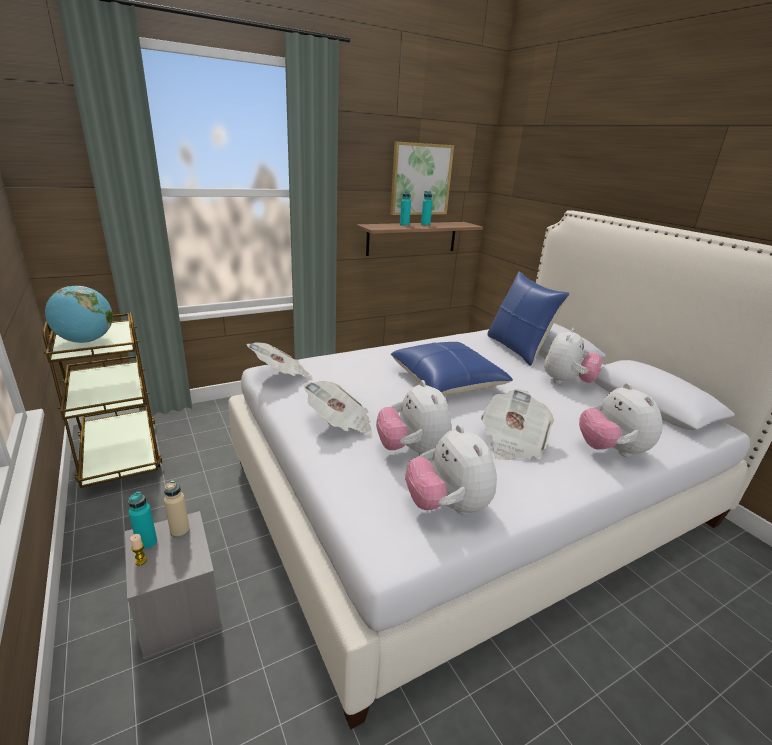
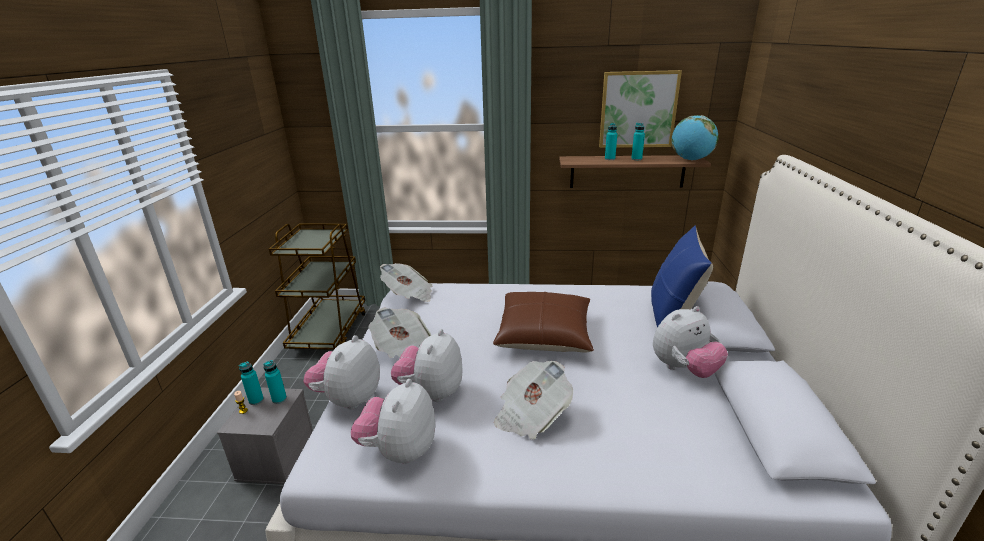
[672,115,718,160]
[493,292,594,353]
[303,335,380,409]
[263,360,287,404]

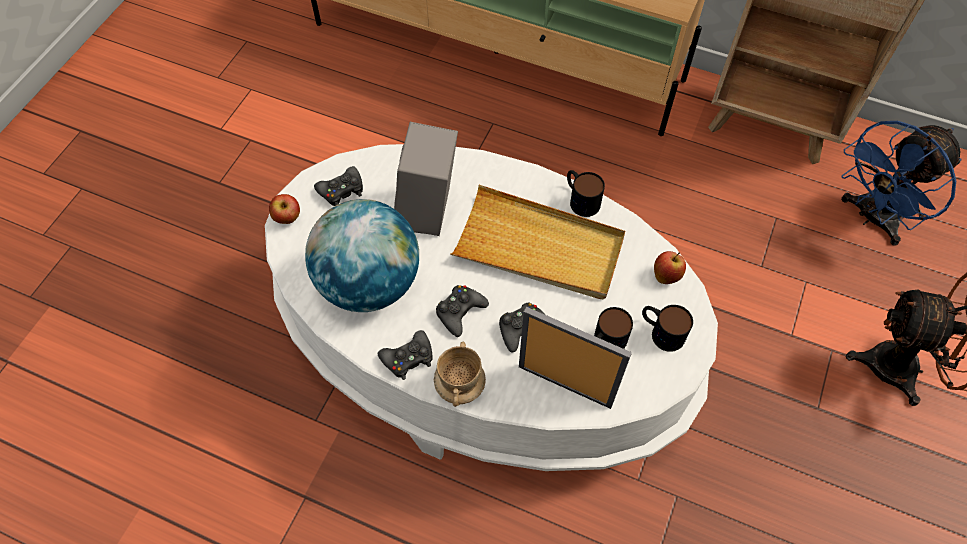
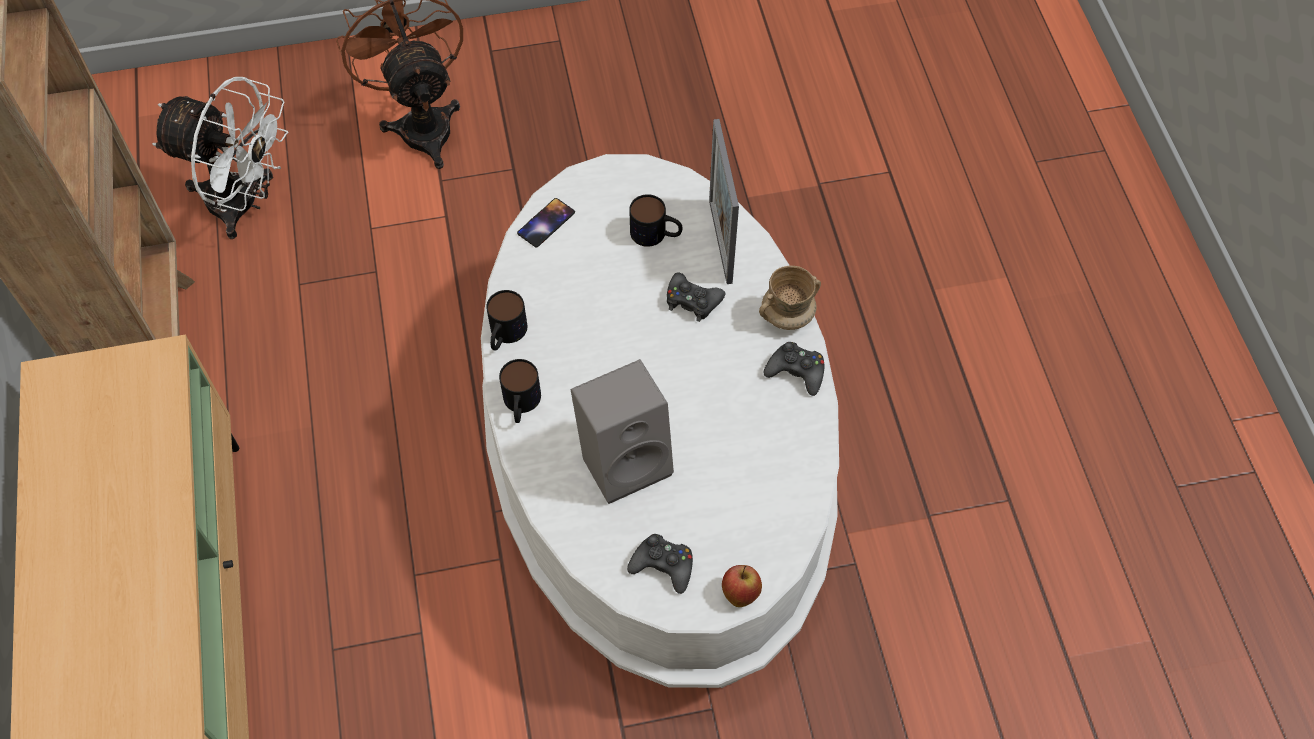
[152,77,289,239]
[450,185,625,299] (first image)
[305,199,419,312] (first image)
[517,198,575,248]
[436,285,489,337] (first image)
[499,359,541,423]

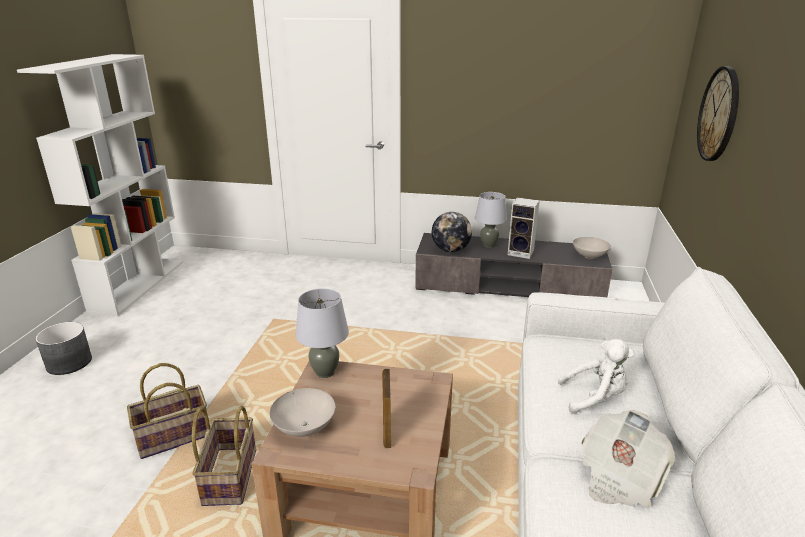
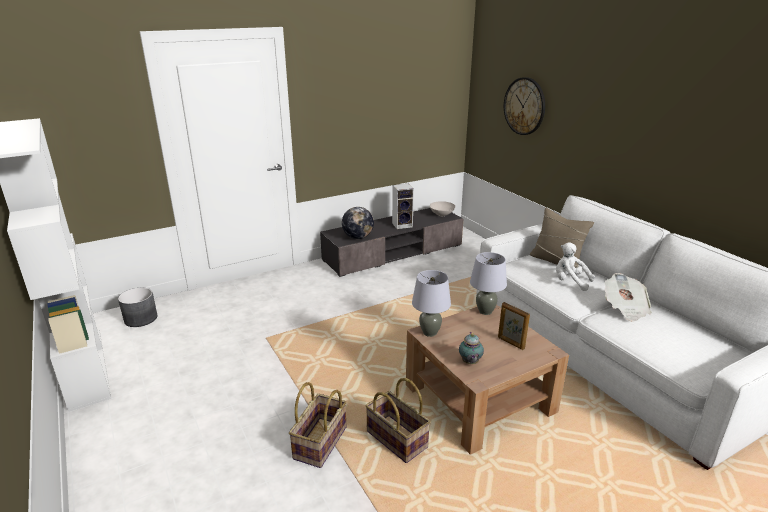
[470,252,507,315]
[118,288,158,327]
[556,242,595,291]
[459,332,484,364]
[530,208,594,268]

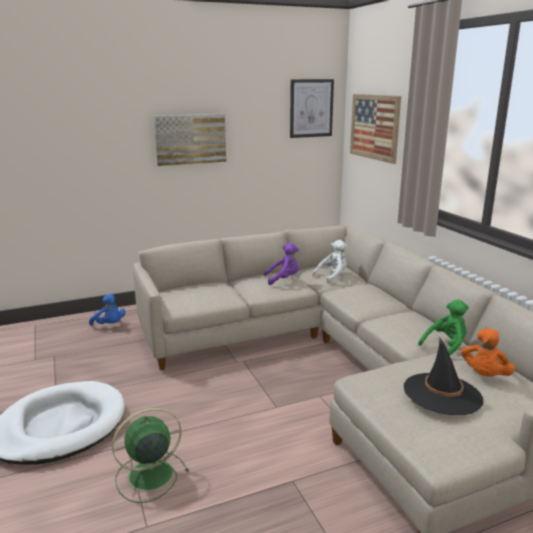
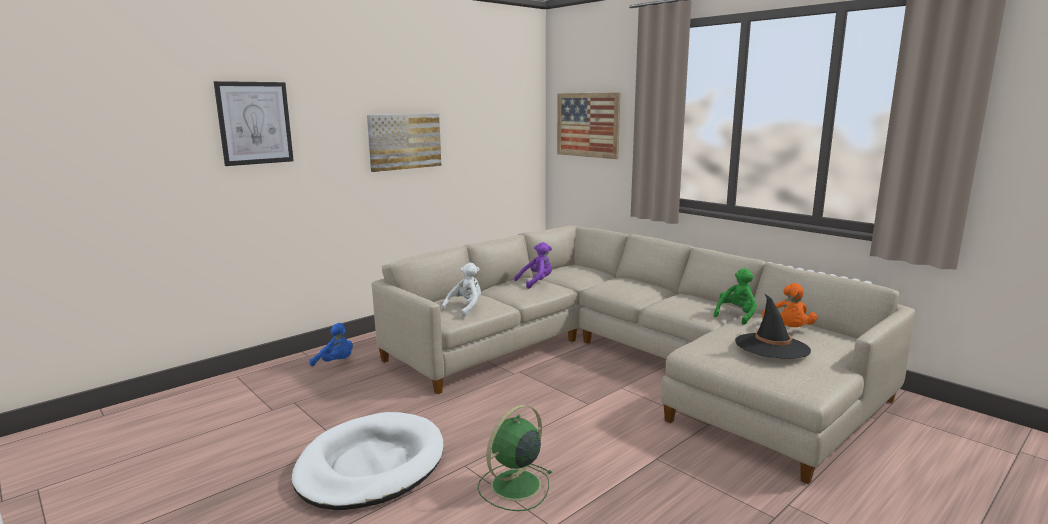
[214,81,294,166]
[441,263,481,317]

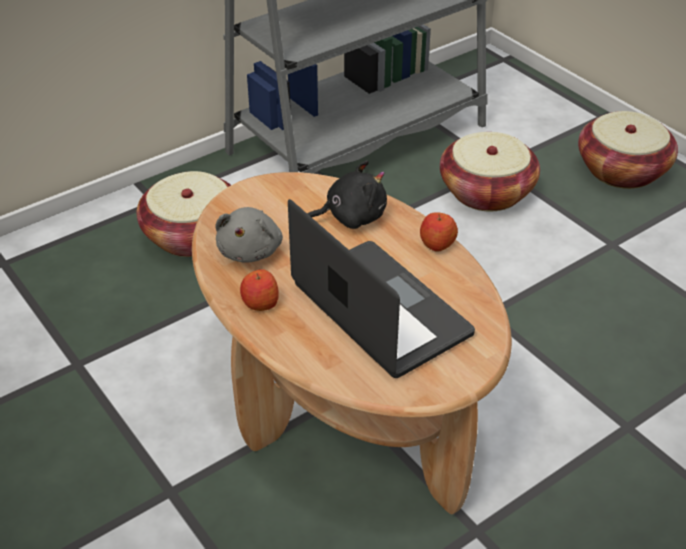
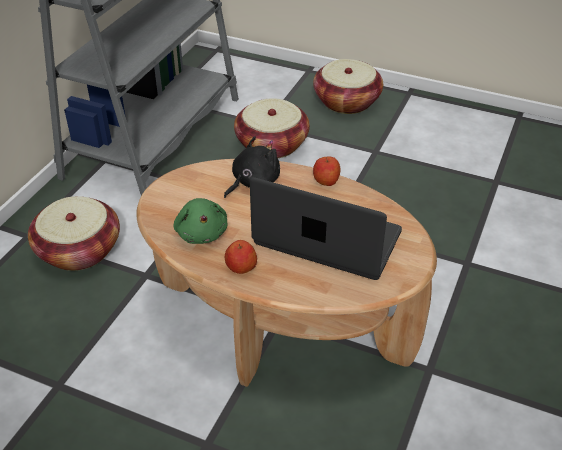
[173,198,227,244]

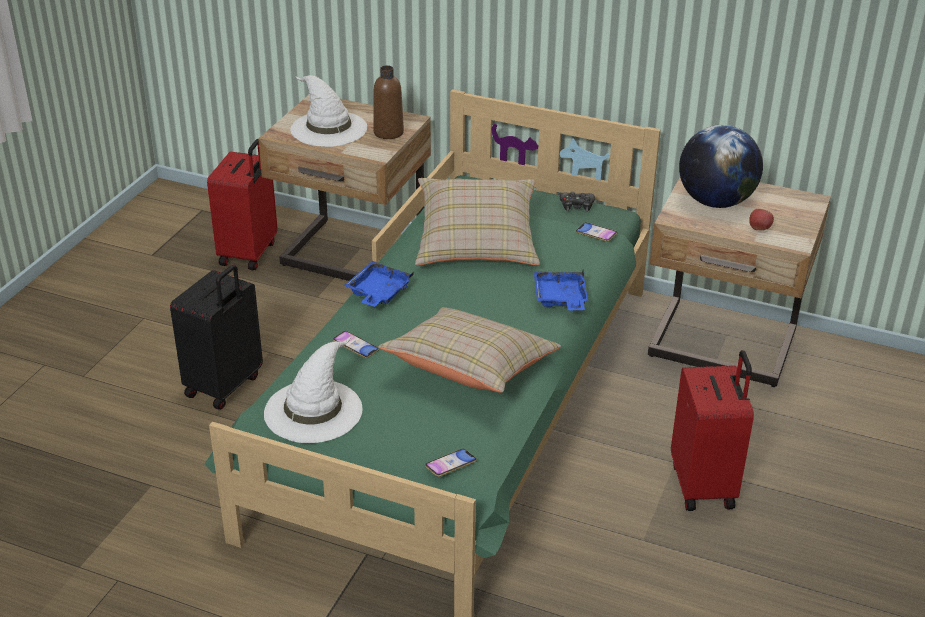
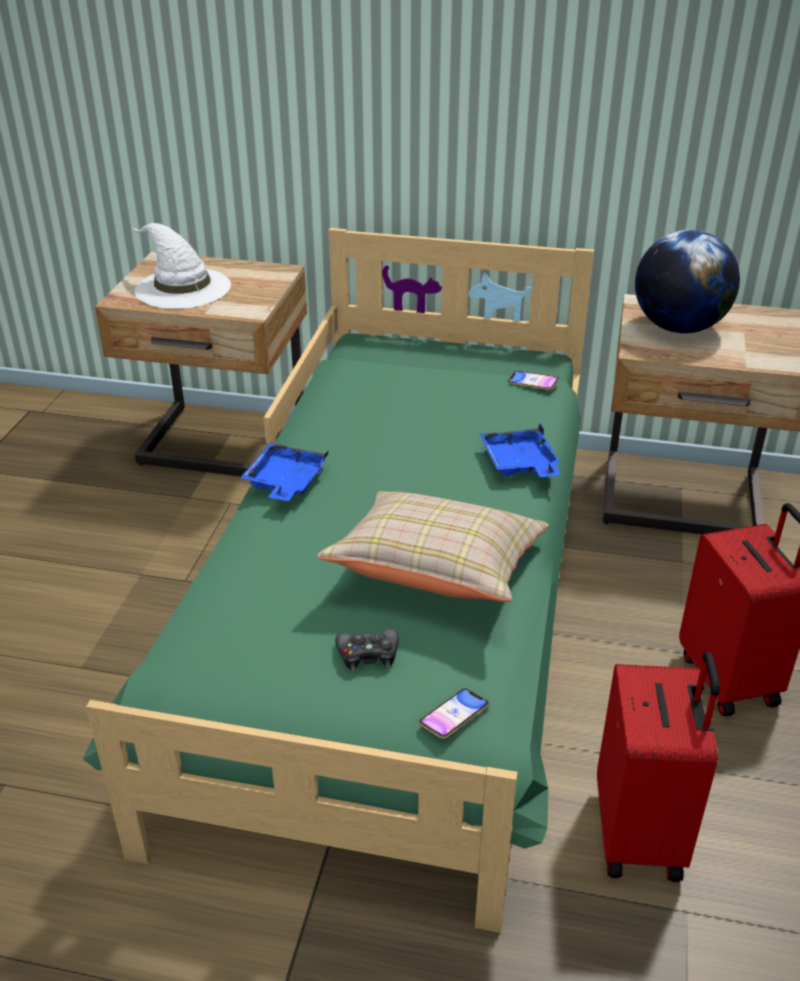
[373,65,404,139] (first image)
[597,652,720,882]
[415,178,540,266] (first image)
[335,629,399,672]
[749,209,774,230] (first image)
[170,265,263,410] (first image)
[333,331,379,358] (first image)
[264,337,363,443] (first image)

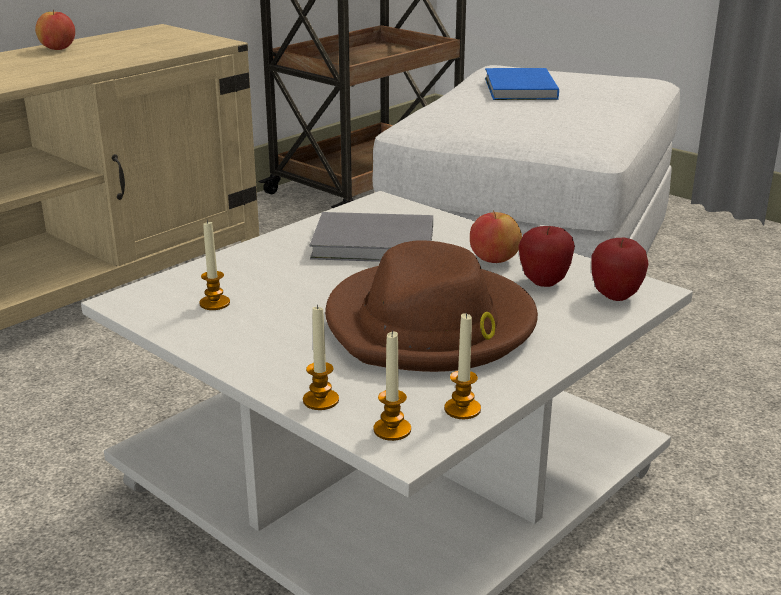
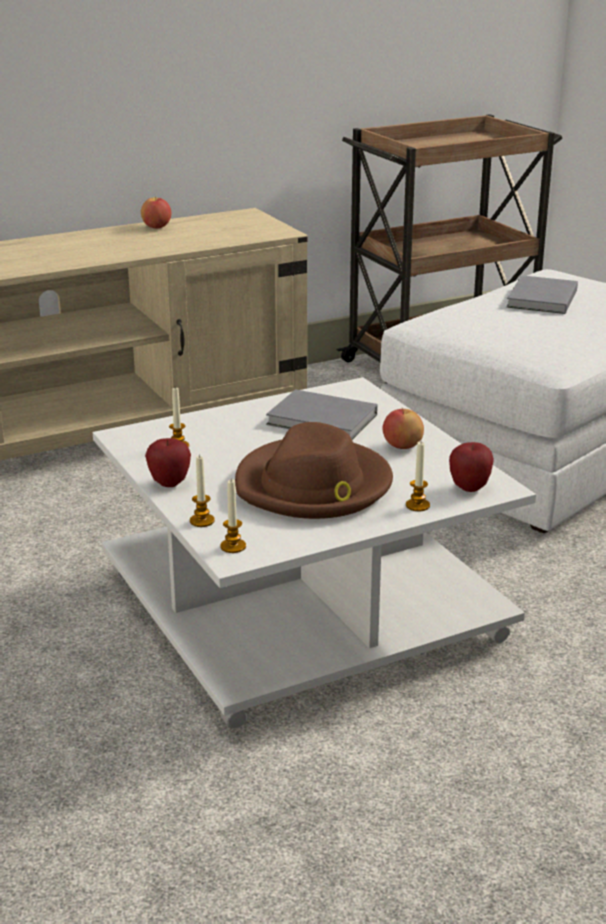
[506,275,578,314]
[145,438,191,487]
[406,441,430,511]

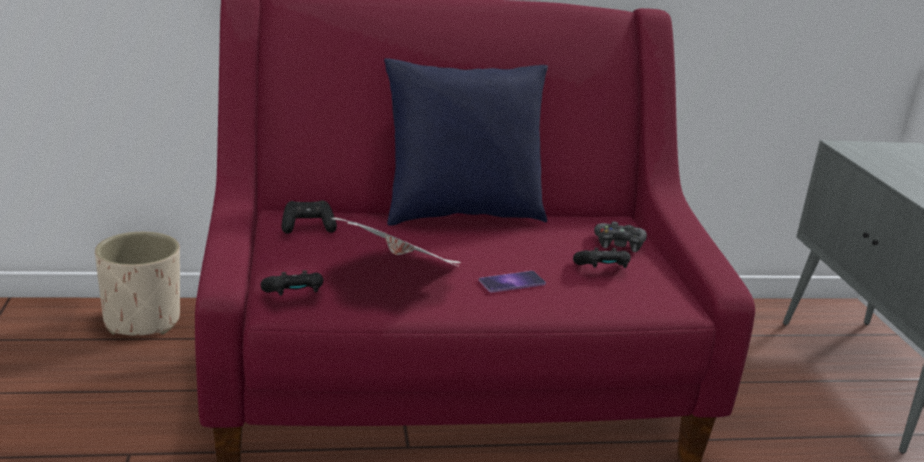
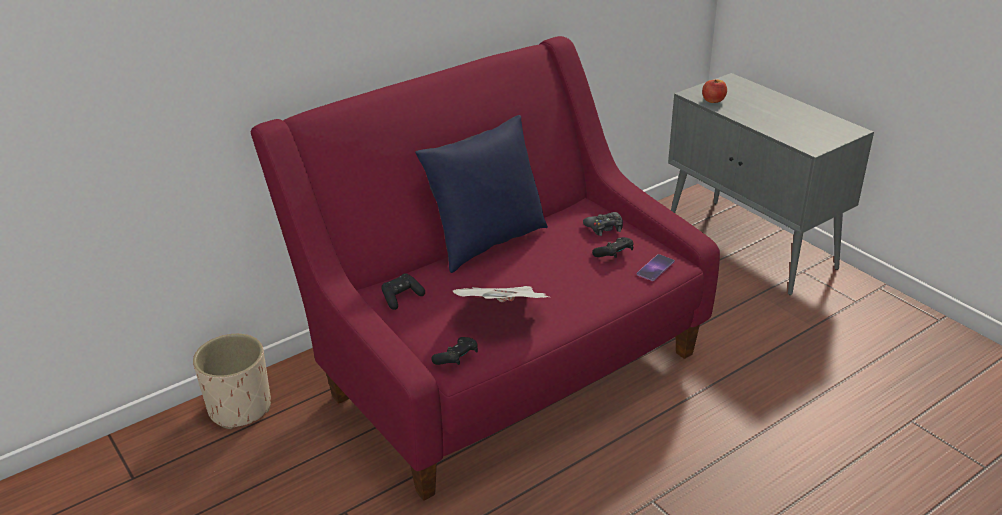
[637,254,675,281]
[702,80,727,103]

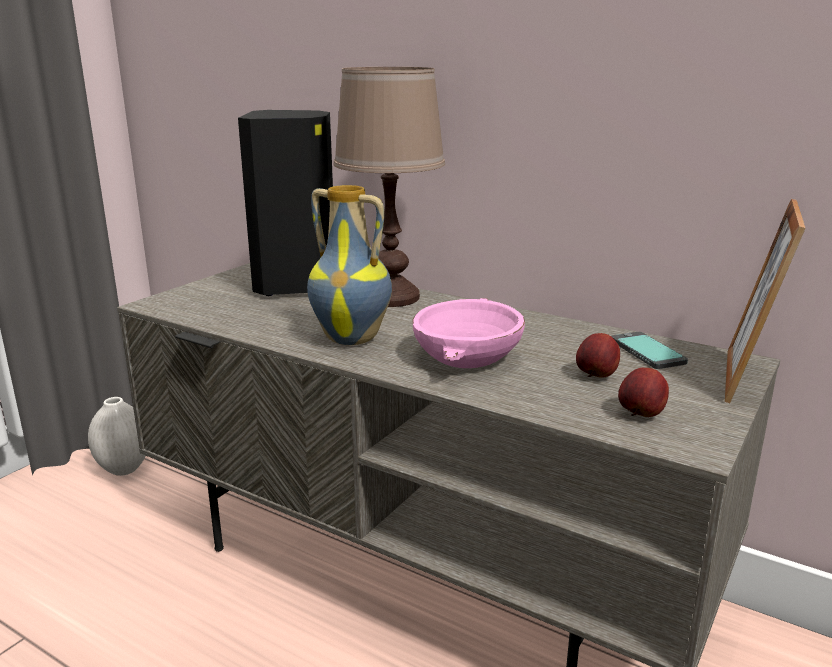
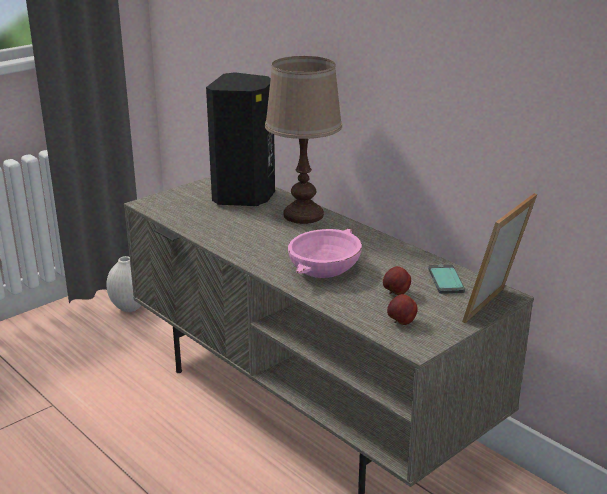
[307,185,392,345] (first image)

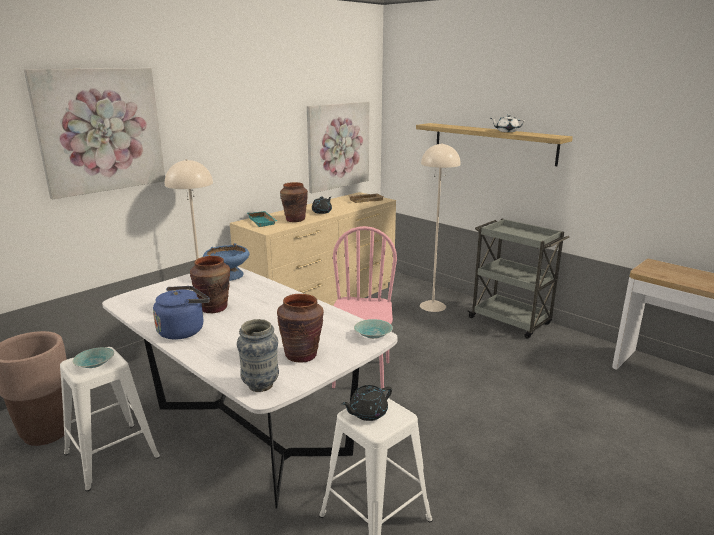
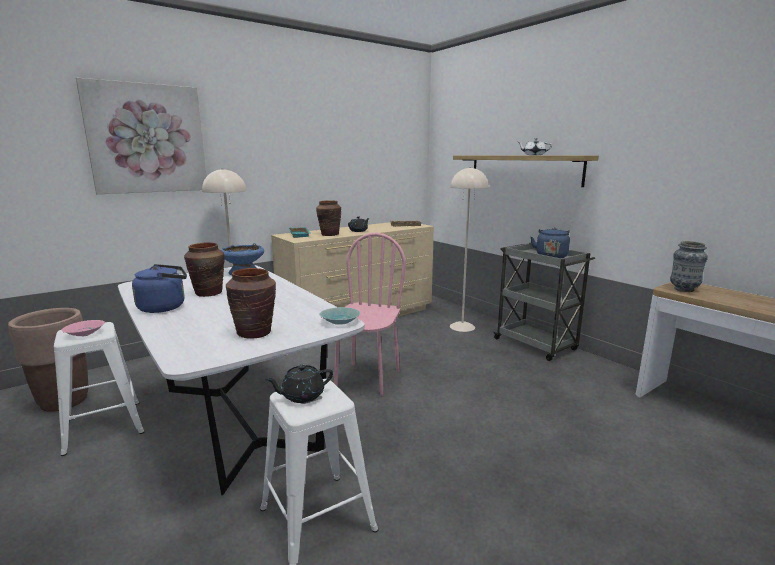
[307,102,369,193] (first image)
[670,241,708,292]
[62,320,105,336]
[531,227,570,258]

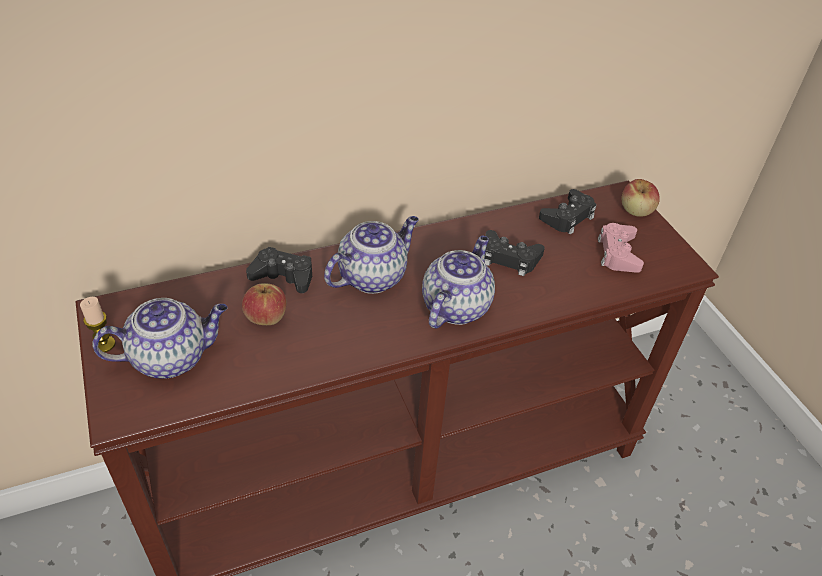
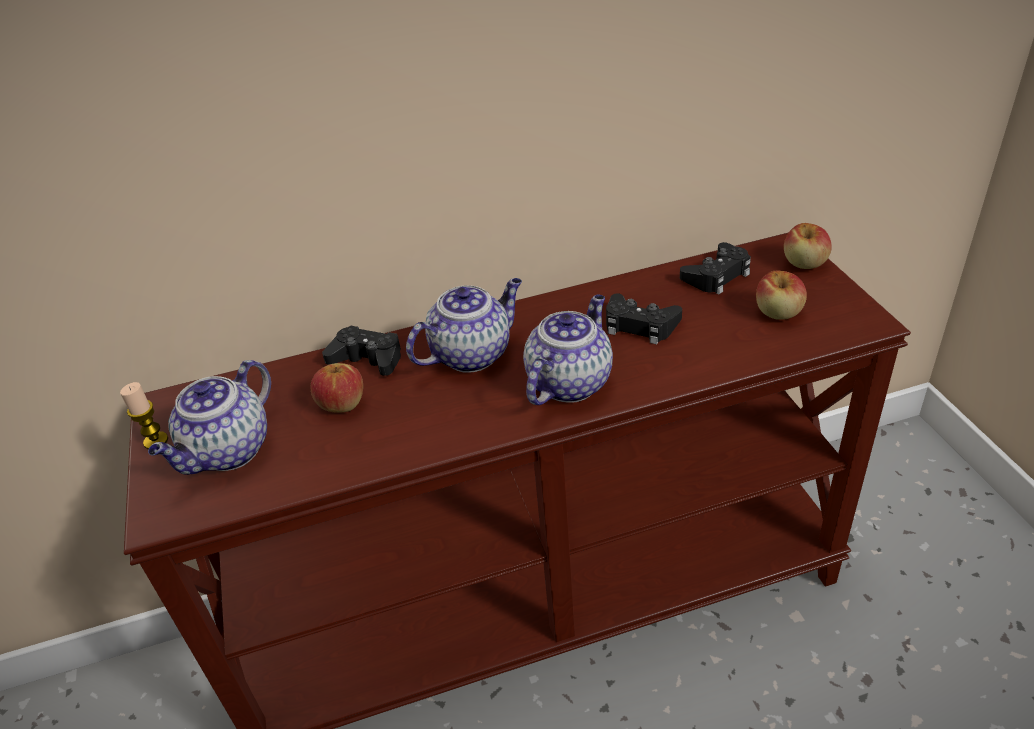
[756,271,807,320]
[148,360,271,475]

